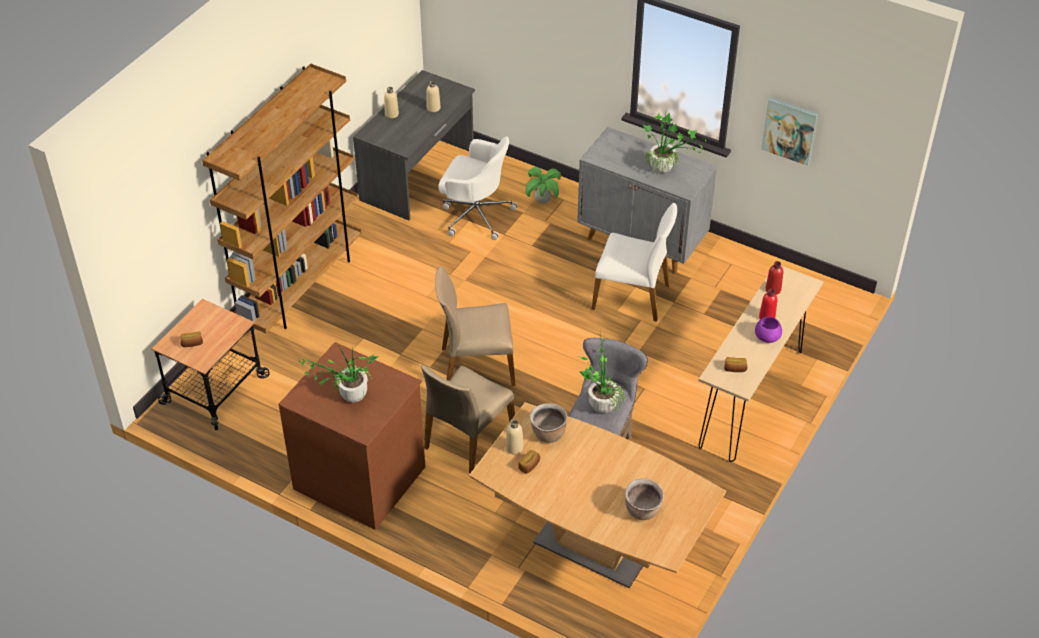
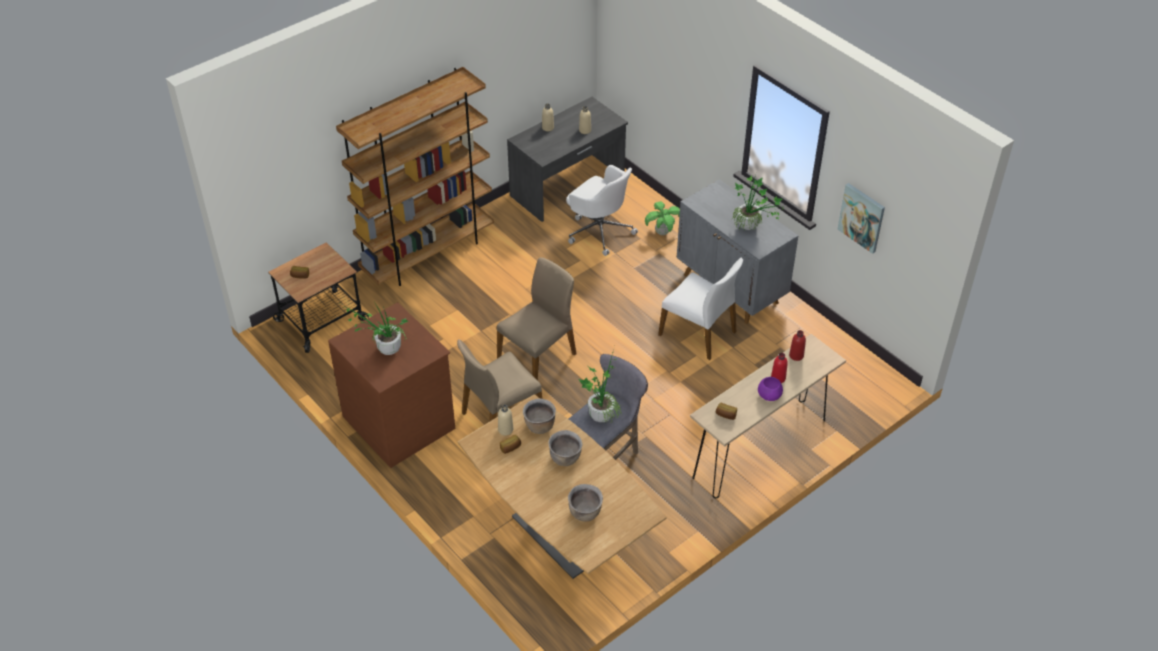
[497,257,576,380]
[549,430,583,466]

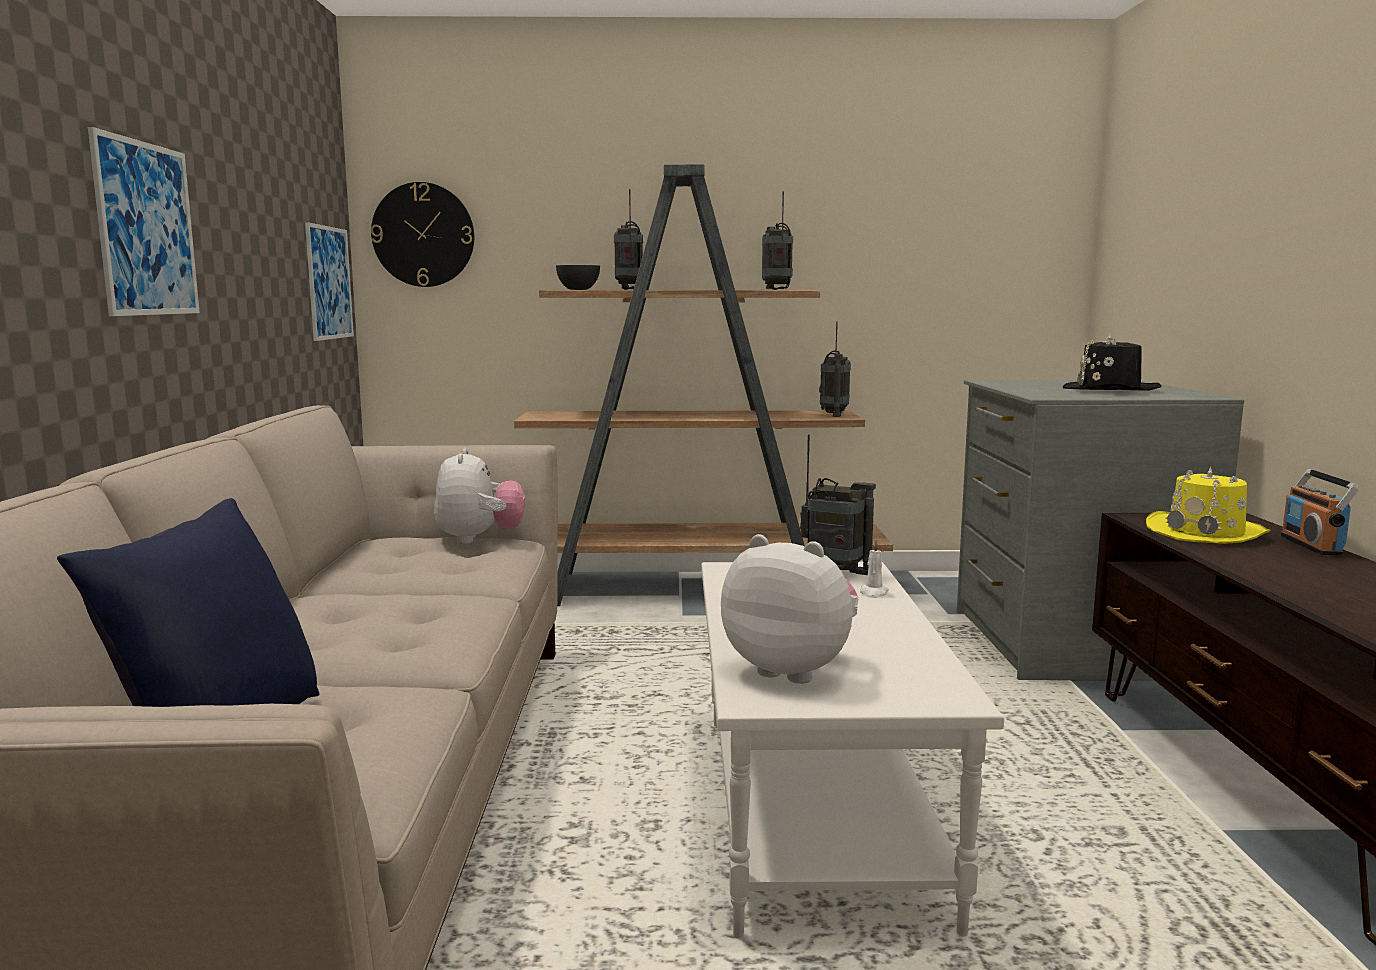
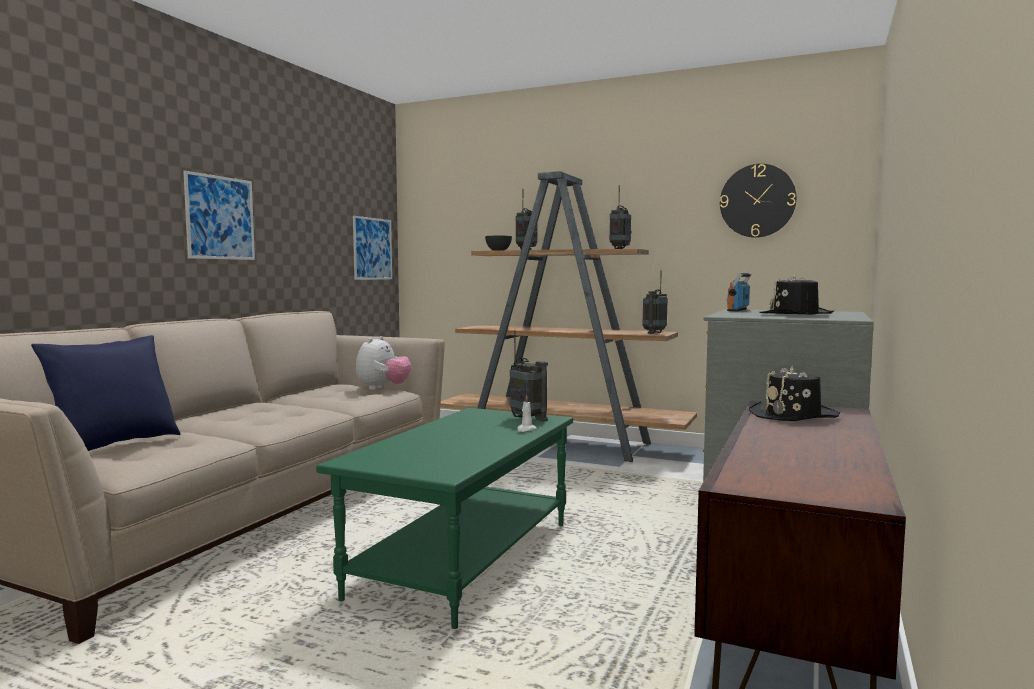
[720,164,797,238]
[749,366,840,421]
[727,273,751,311]
[721,534,859,684] (first image)
[316,408,573,629]

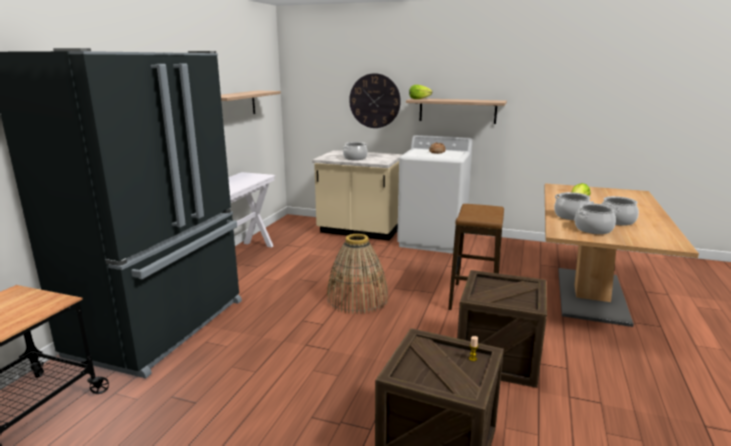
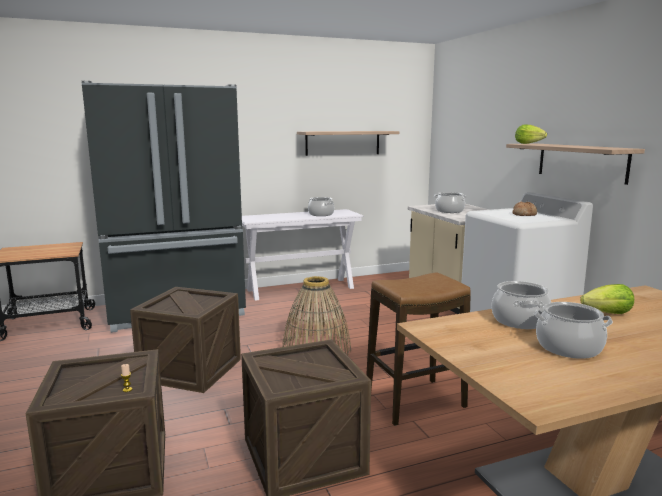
[349,73,401,128] (first image)
[308,197,334,216]
[130,287,241,393]

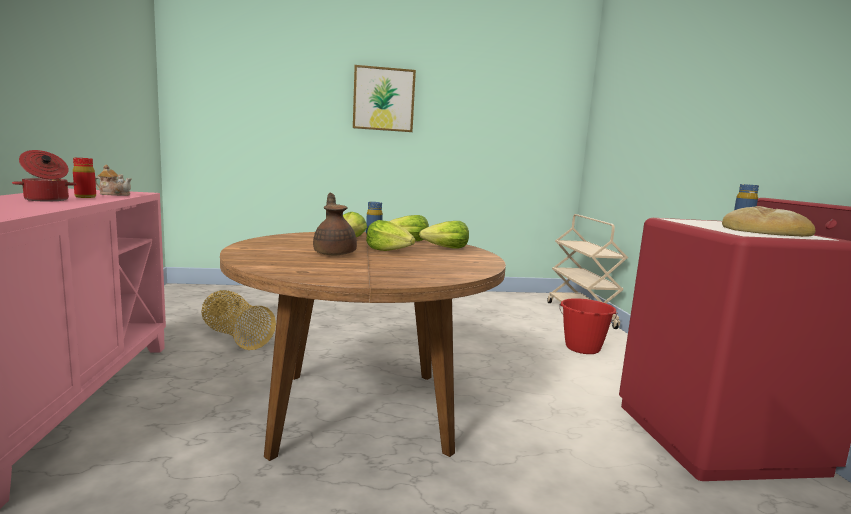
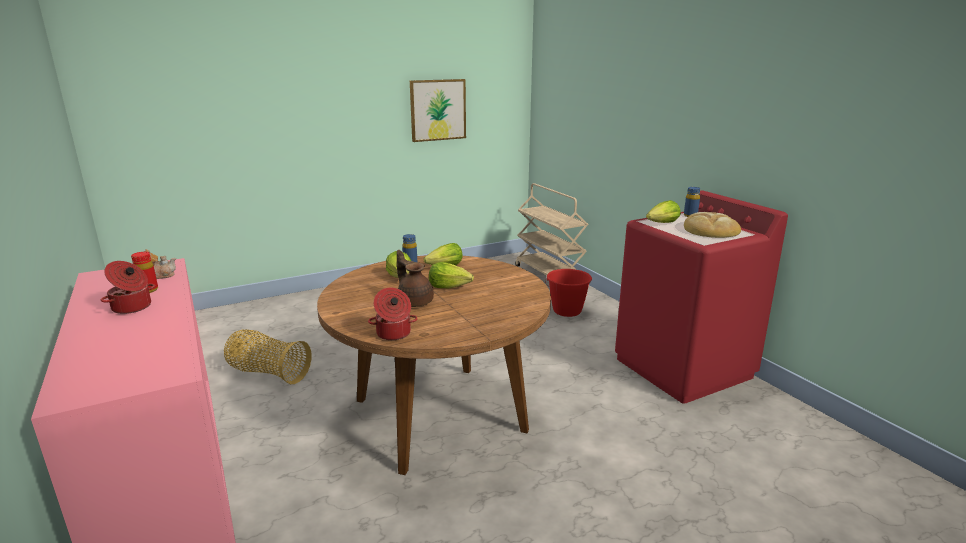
[410,79,466,142]
[646,200,681,223]
[368,288,418,340]

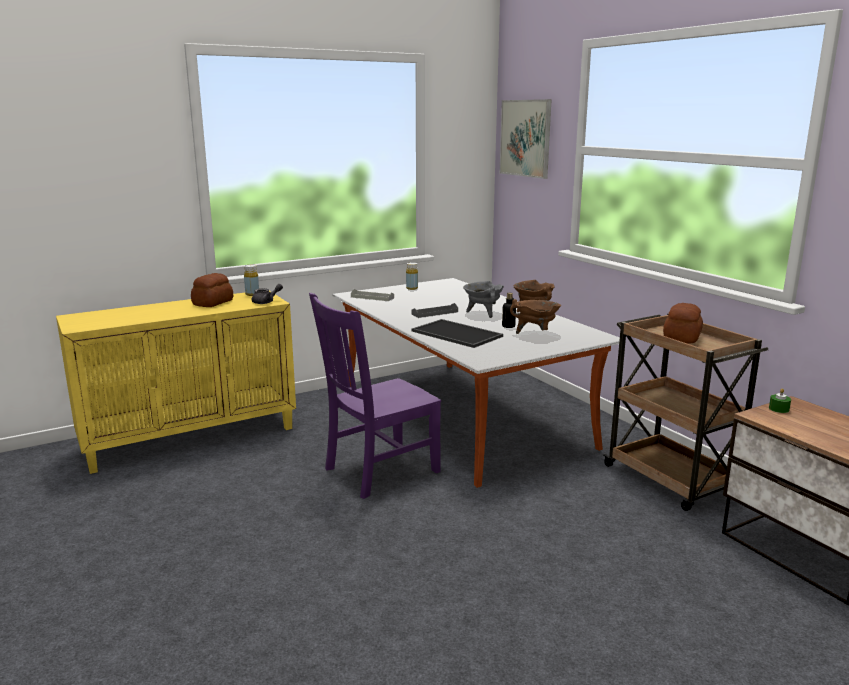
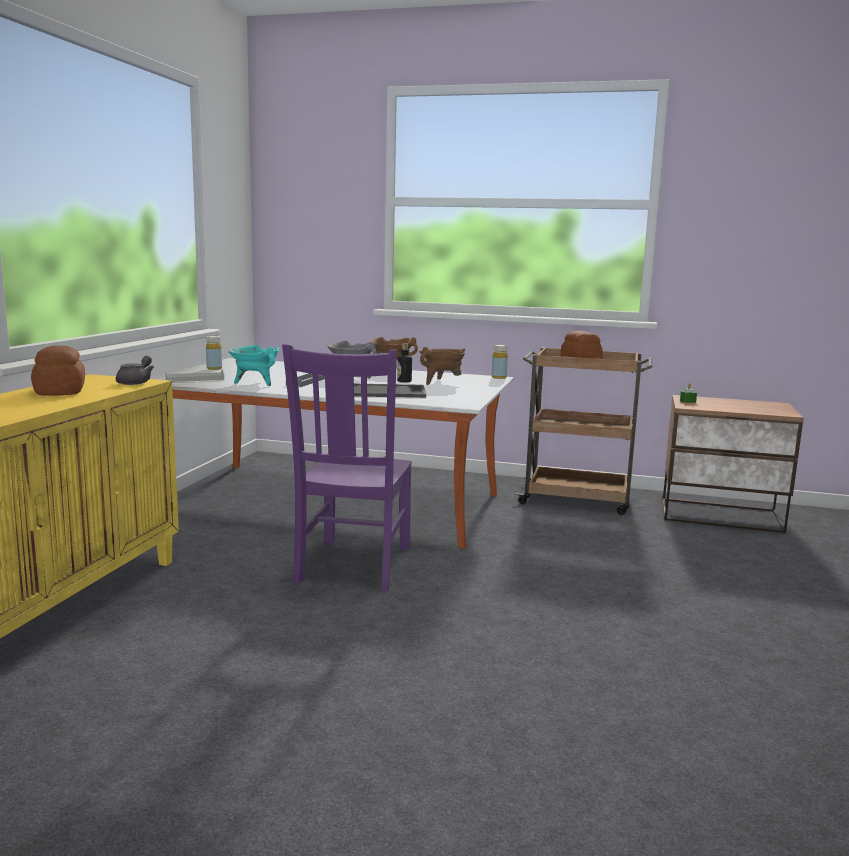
[500,99,552,179] (first image)
[492,345,508,379]
[229,345,279,387]

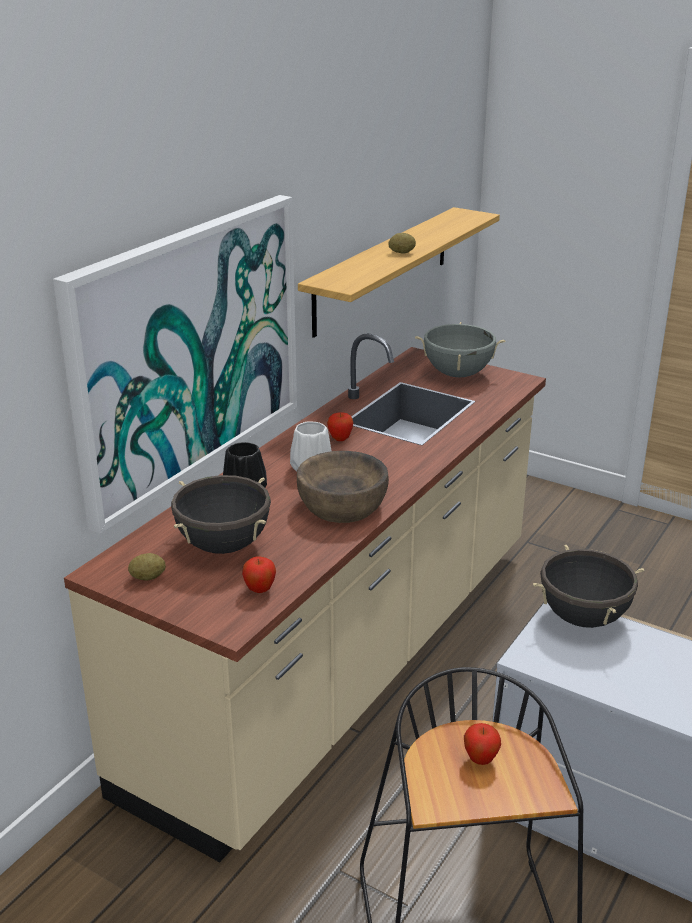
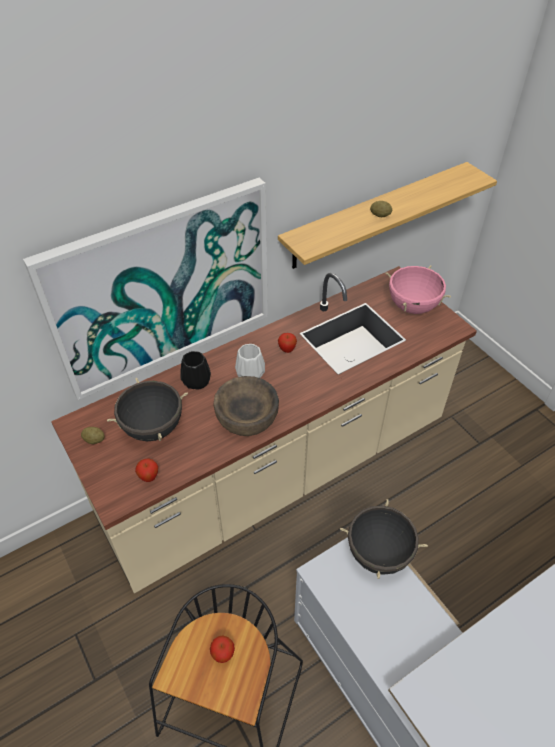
[385,265,451,314]

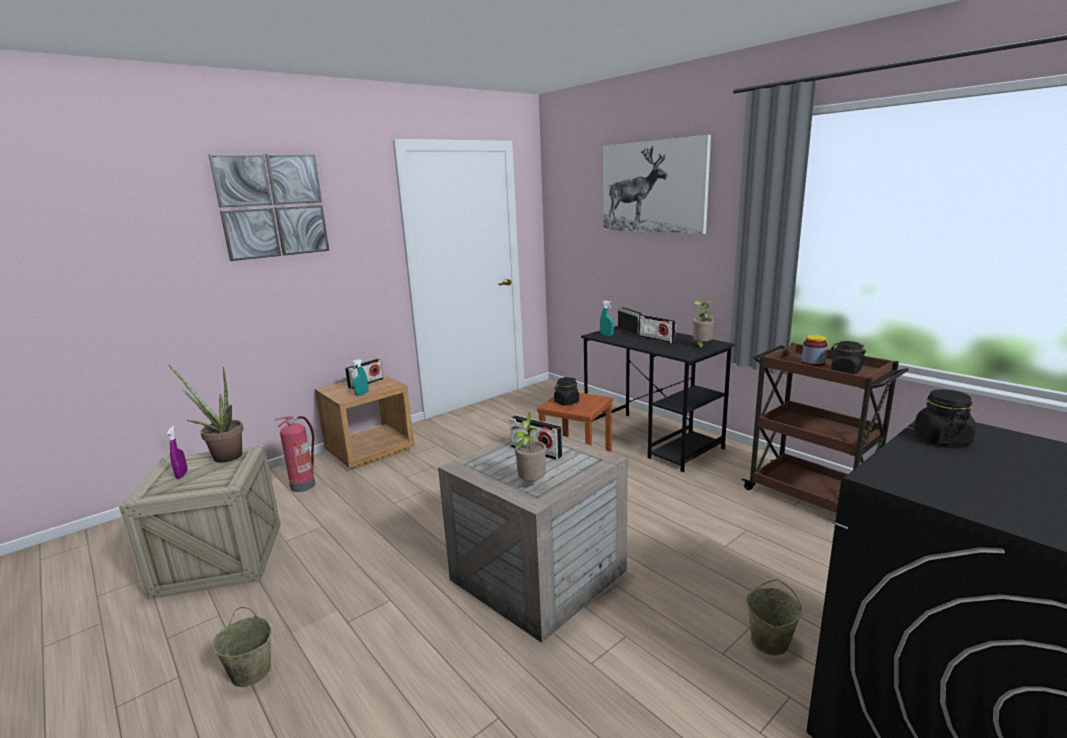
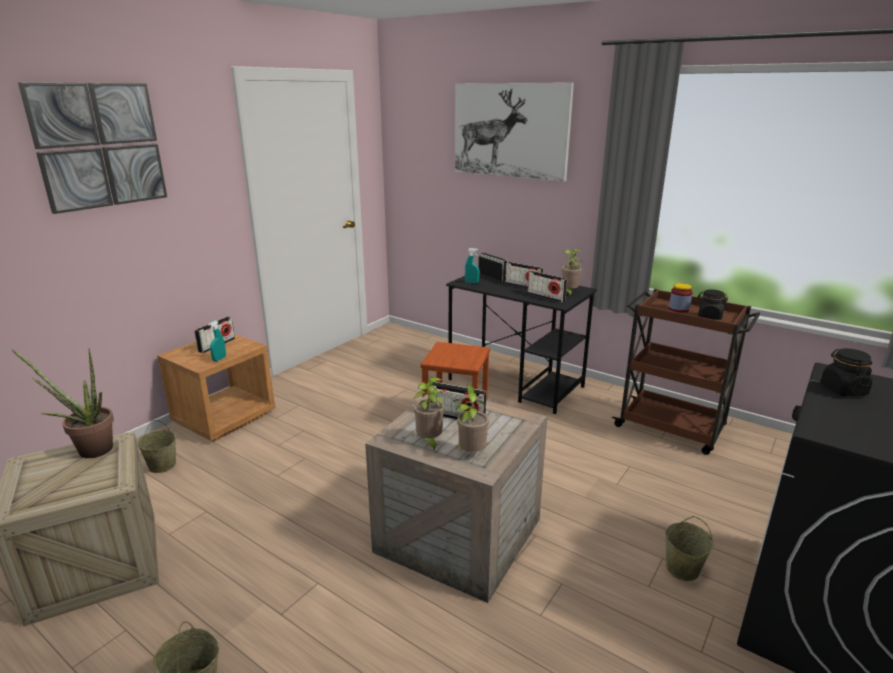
[554,377,579,405] (first image)
[137,420,176,473]
[167,426,188,479] (first image)
[528,271,567,303]
[414,377,446,450]

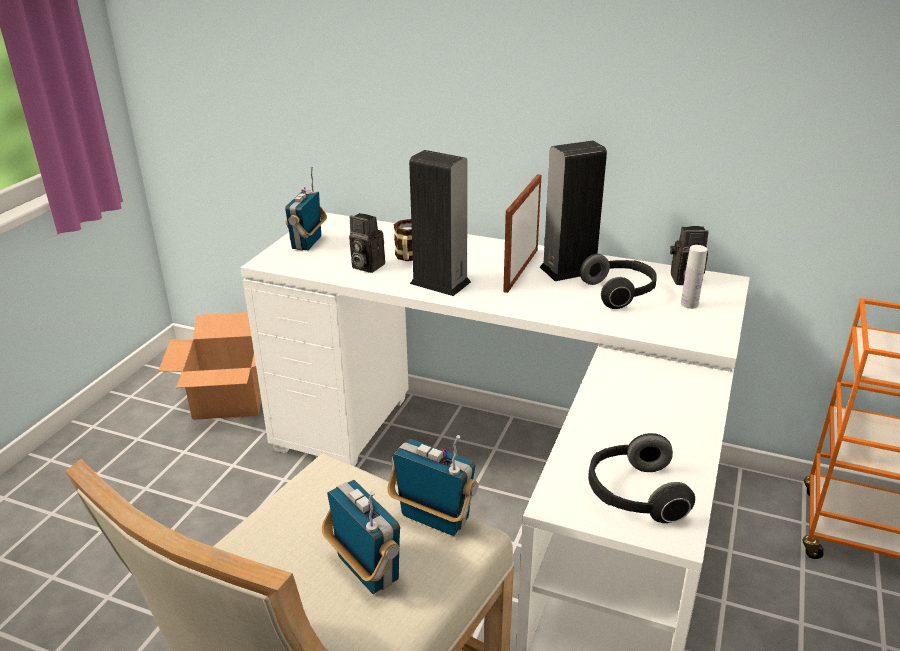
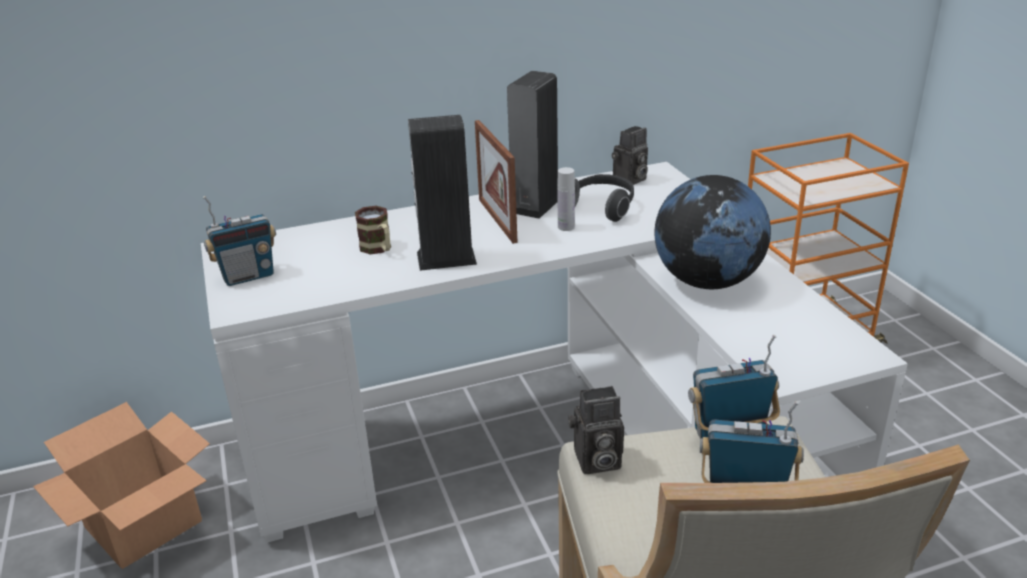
[203,196,276,286]
[568,386,624,474]
[557,167,575,231]
[588,433,695,523] (first image)
[654,175,771,289]

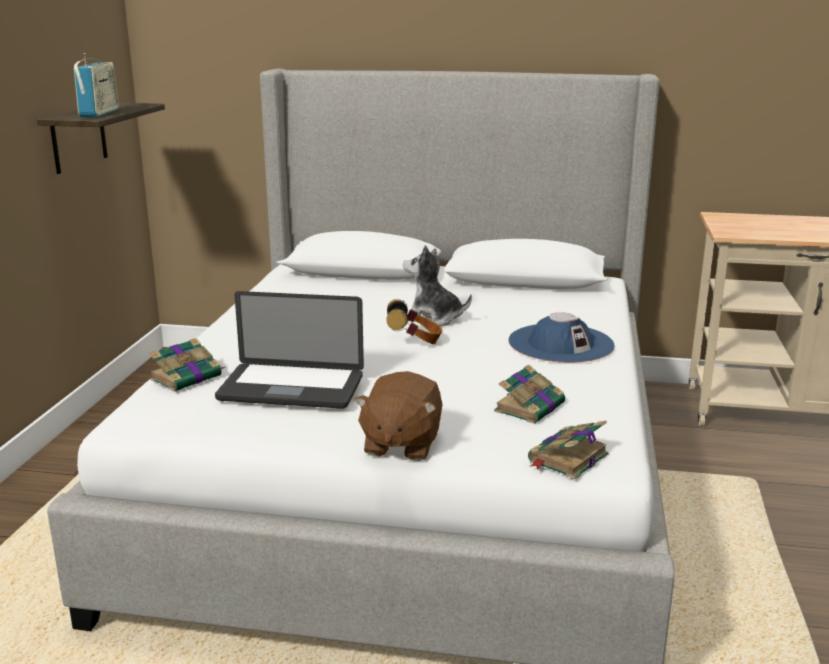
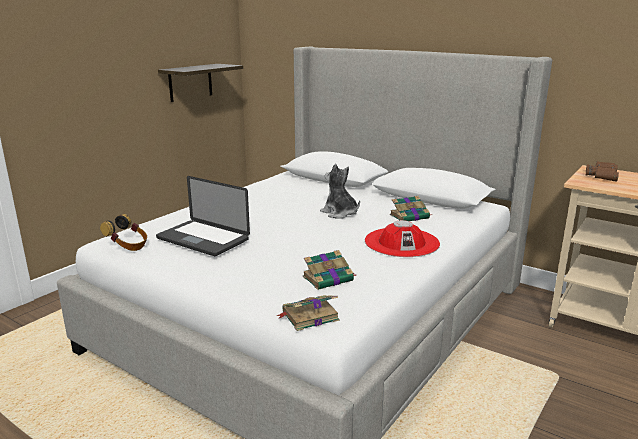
[74,53,119,118] (first image)
[100,214,147,251]
[365,220,440,257]
[390,196,431,221]
[354,371,443,461] (first image)
[586,161,619,181]

